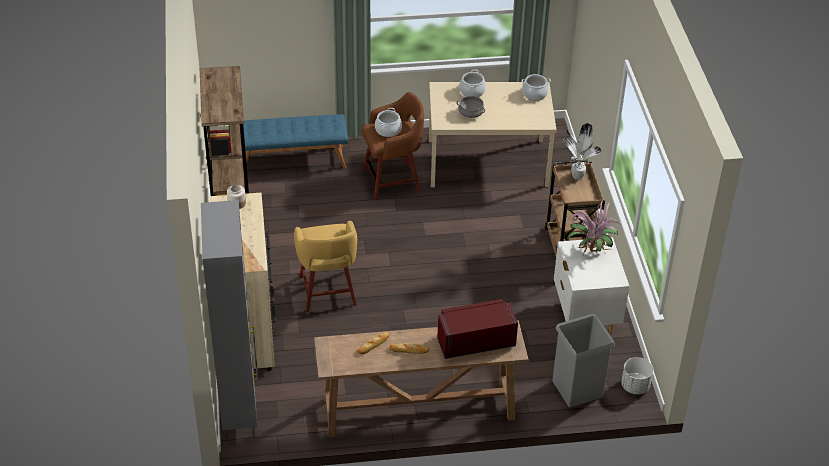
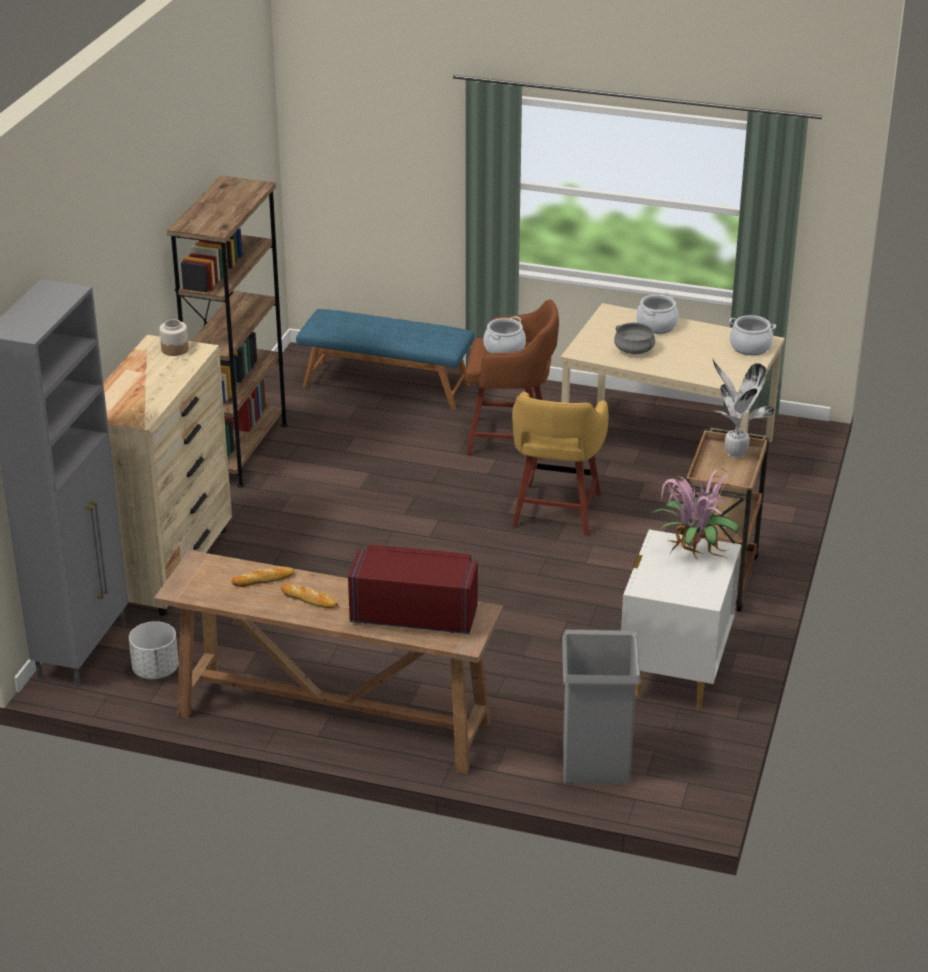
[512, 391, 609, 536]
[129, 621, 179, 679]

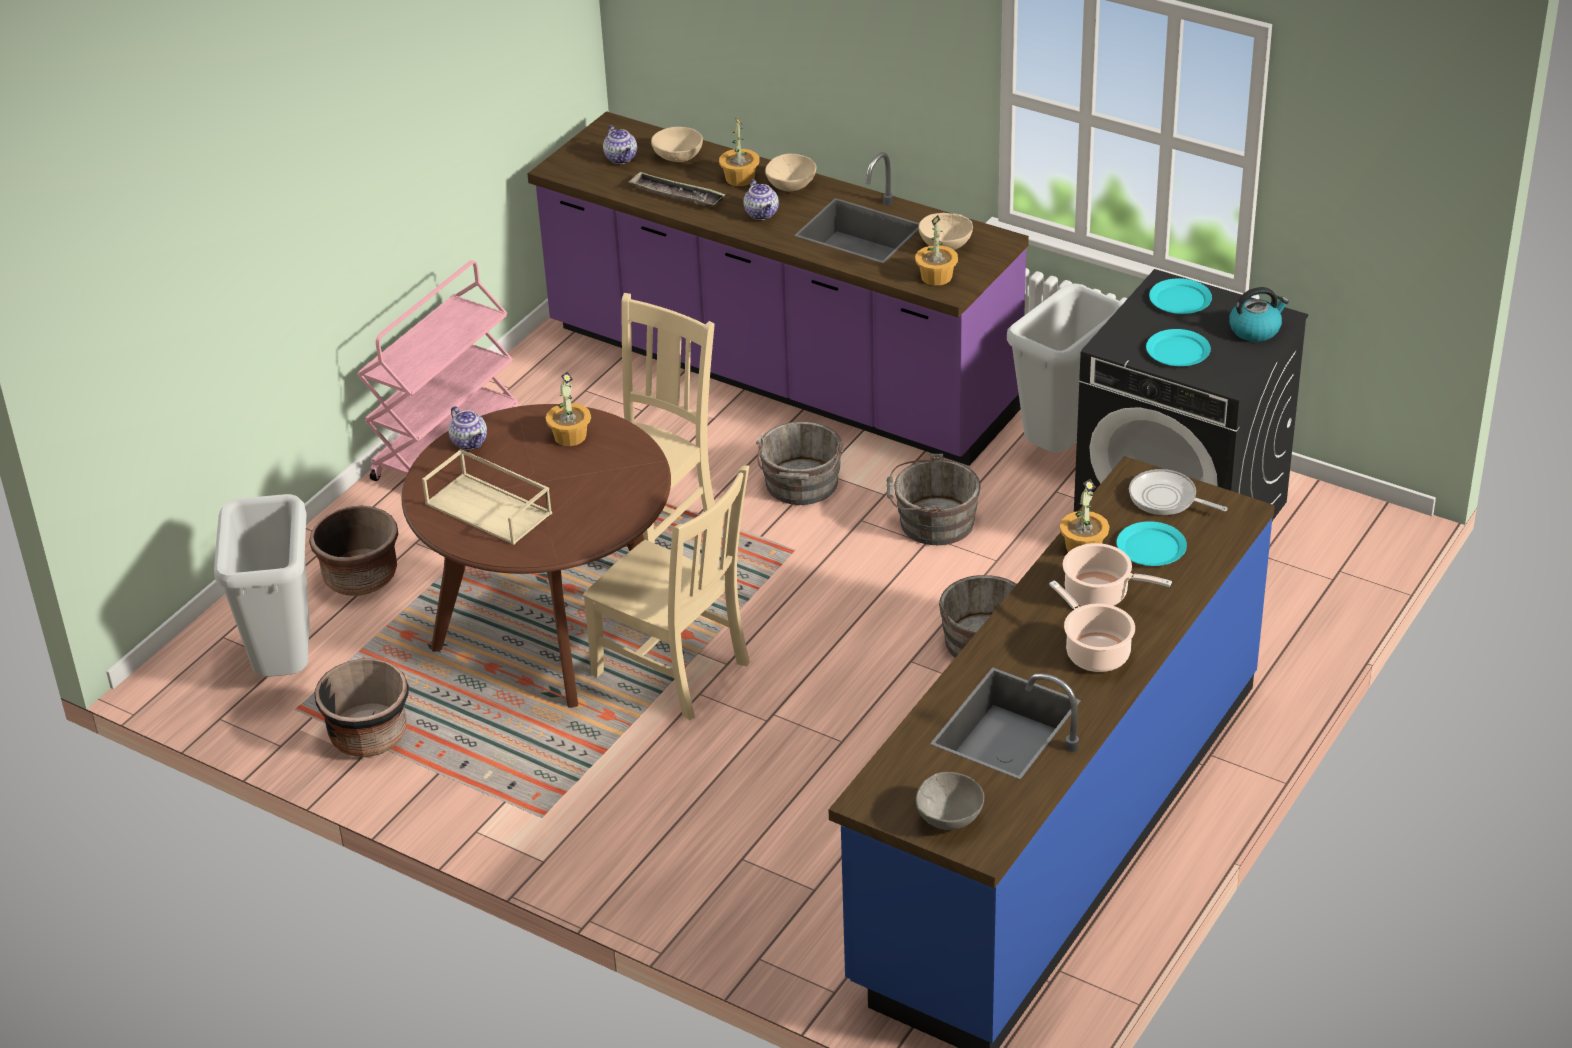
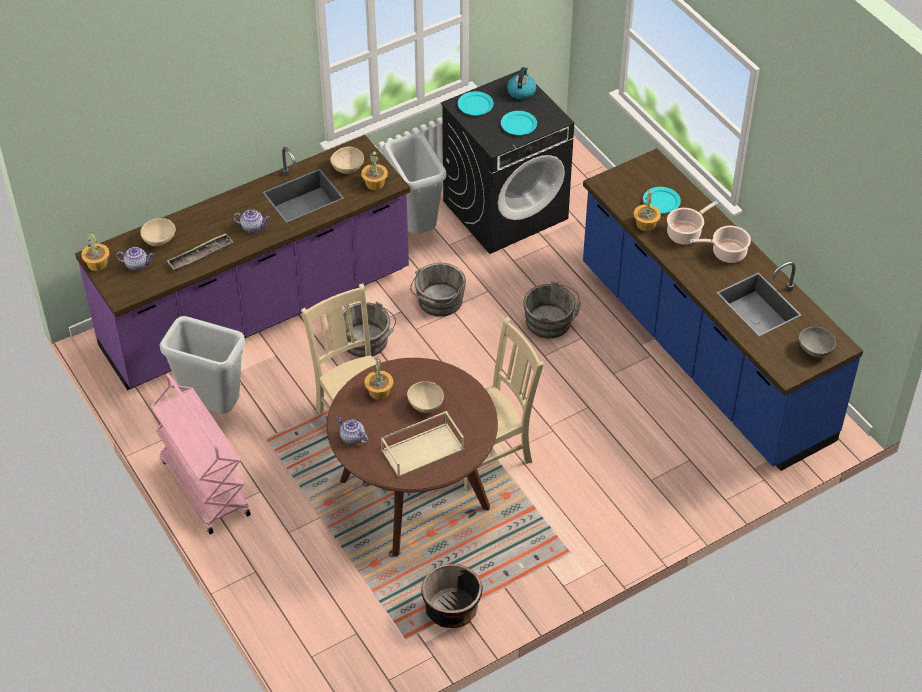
[81, 231, 110, 271]
[407, 381, 444, 413]
[336, 417, 368, 445]
[1129, 469, 1228, 515] (first image)
[160, 316, 245, 414]
[309, 506, 398, 596] (first image)

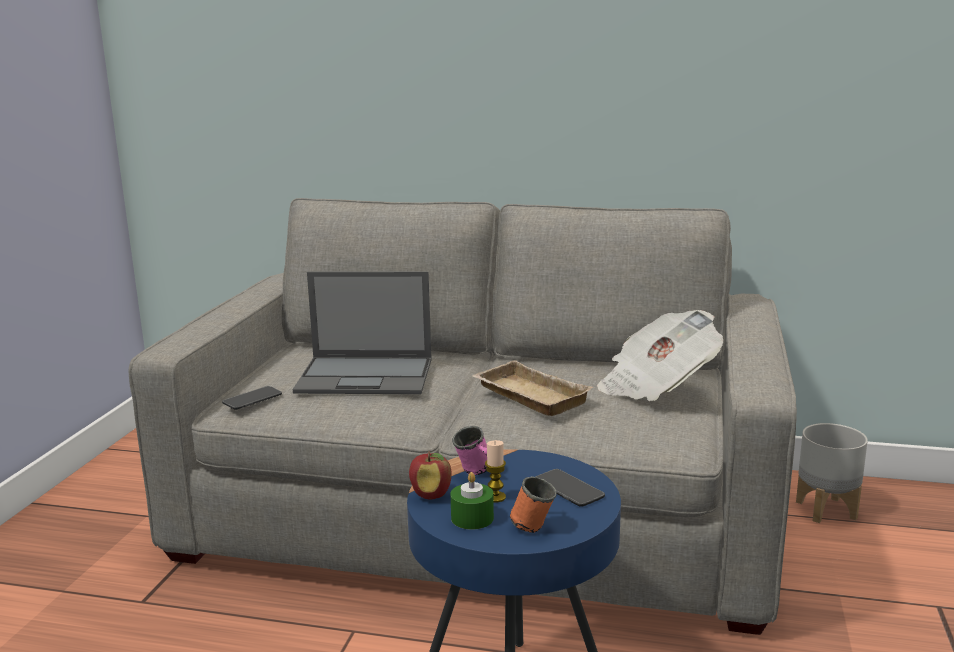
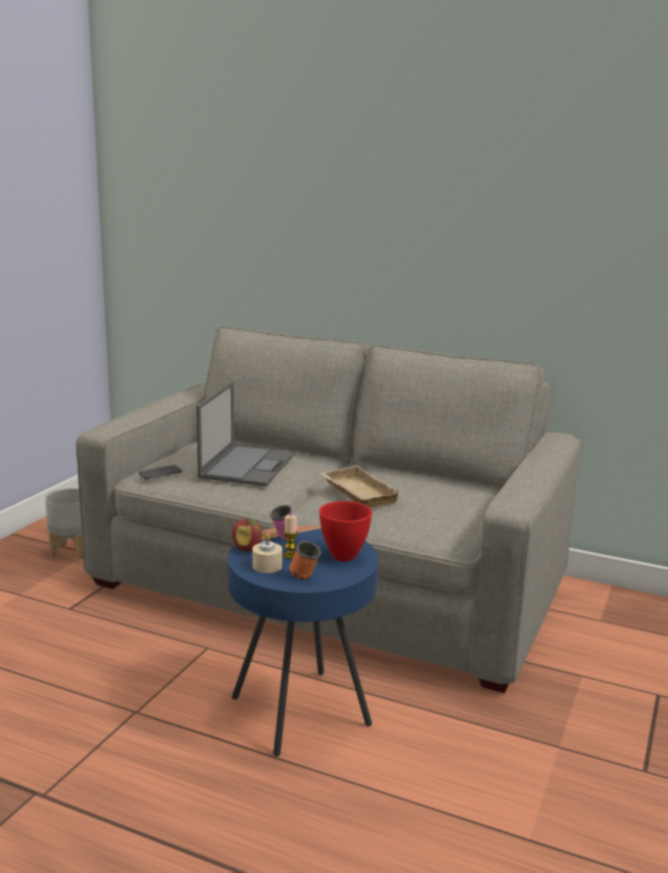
[196, 382, 295, 486]
[597, 310, 723, 401] (first image)
[45, 488, 83, 560]
[319, 501, 372, 561]
[252, 534, 282, 573]

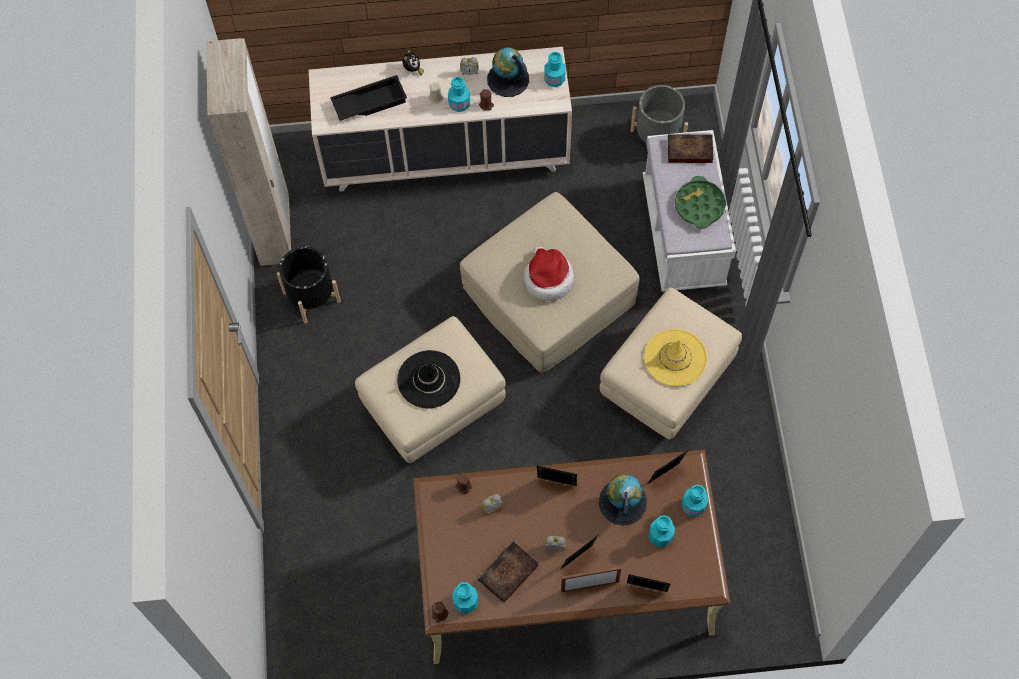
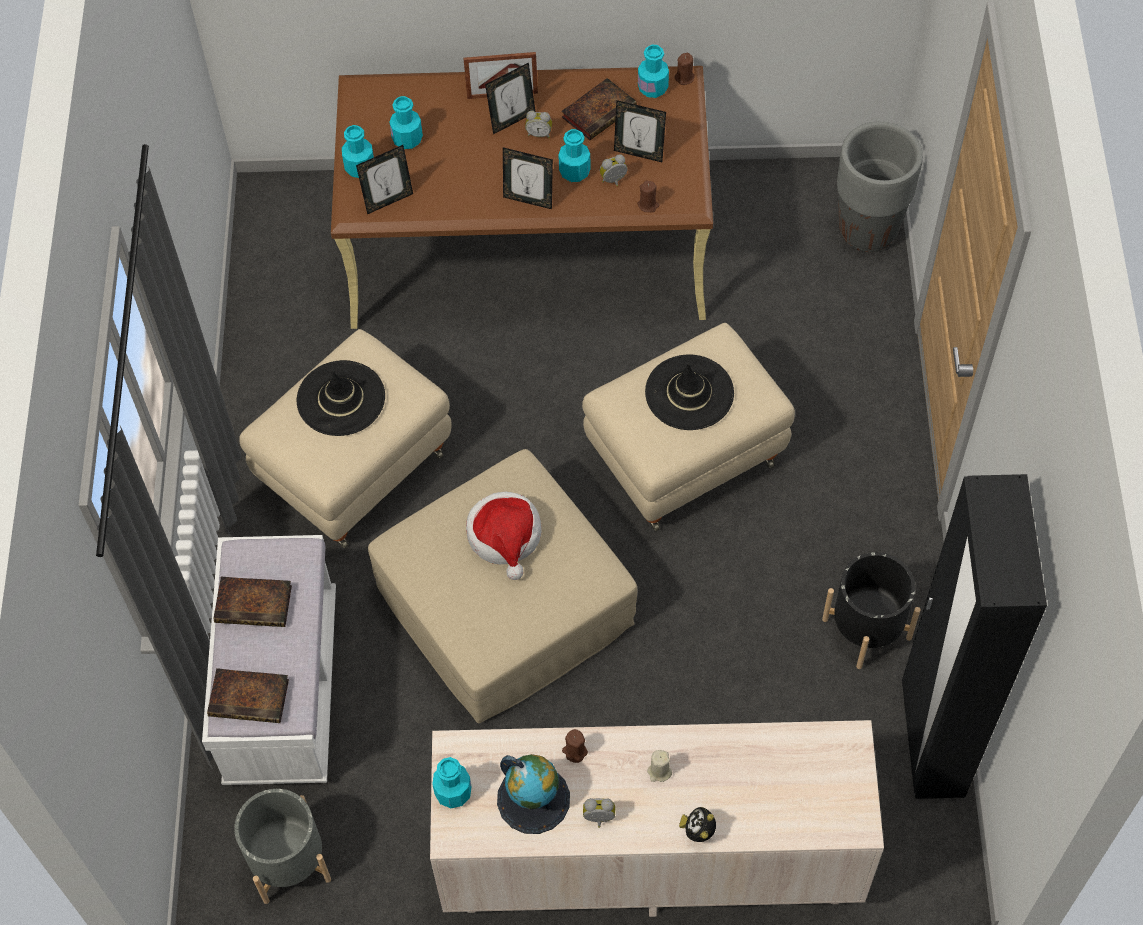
[902, 474, 1047, 799]
[330, 75, 407, 121] (first image)
[558, 129, 591, 182]
[214, 577, 292, 627]
[297, 360, 385, 436]
[599, 474, 647, 525] (first image)
[614, 100, 666, 162]
[837, 121, 923, 252]

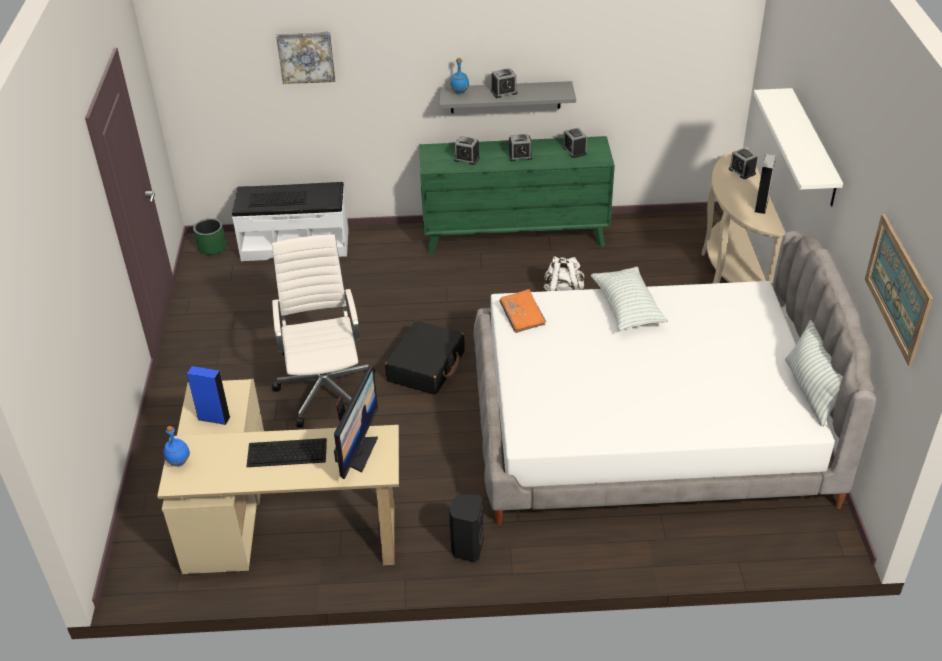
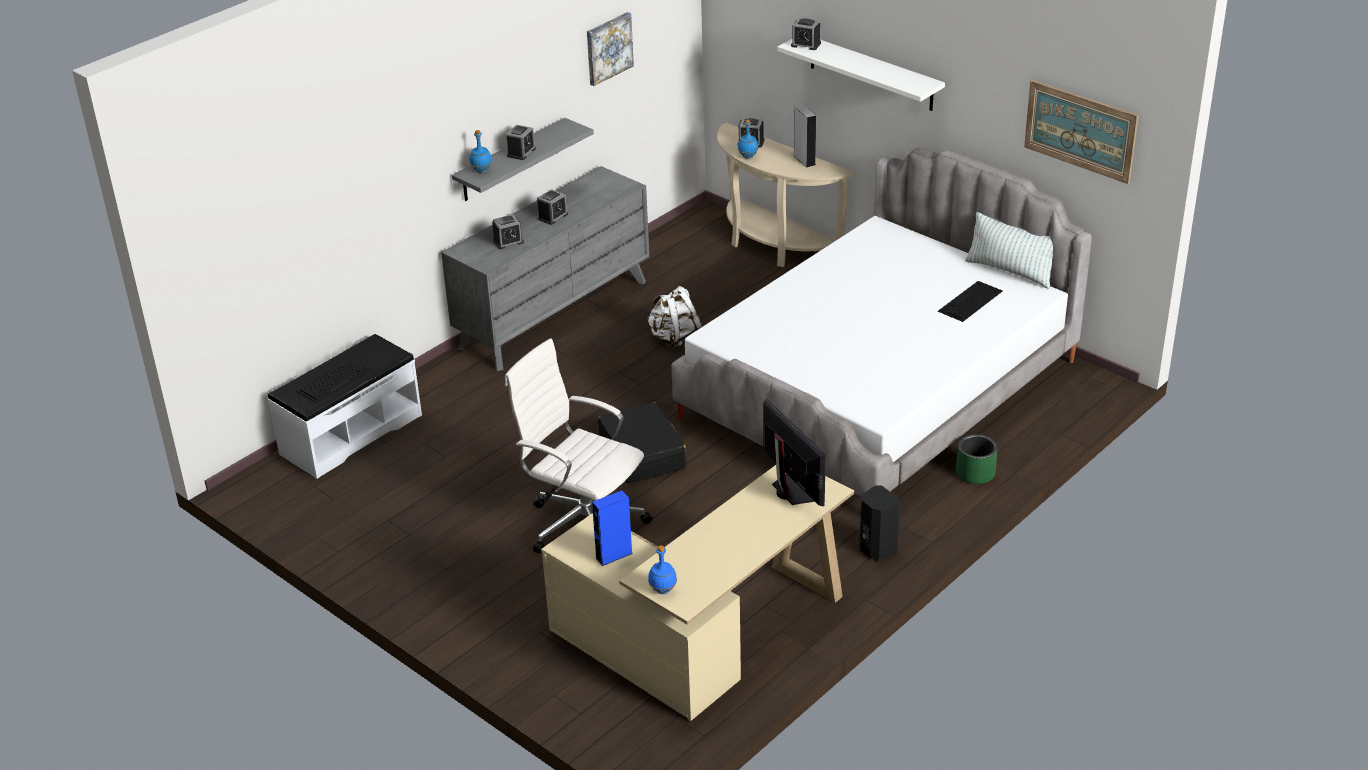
[587, 12, 634, 86]
[791, 18, 821, 50]
[441, 166, 649, 371]
[956, 434, 998, 484]
[591, 267, 668, 332] (first image)
[500, 289, 546, 333] (first image)
[938, 281, 1003, 322]
[738, 120, 758, 159]

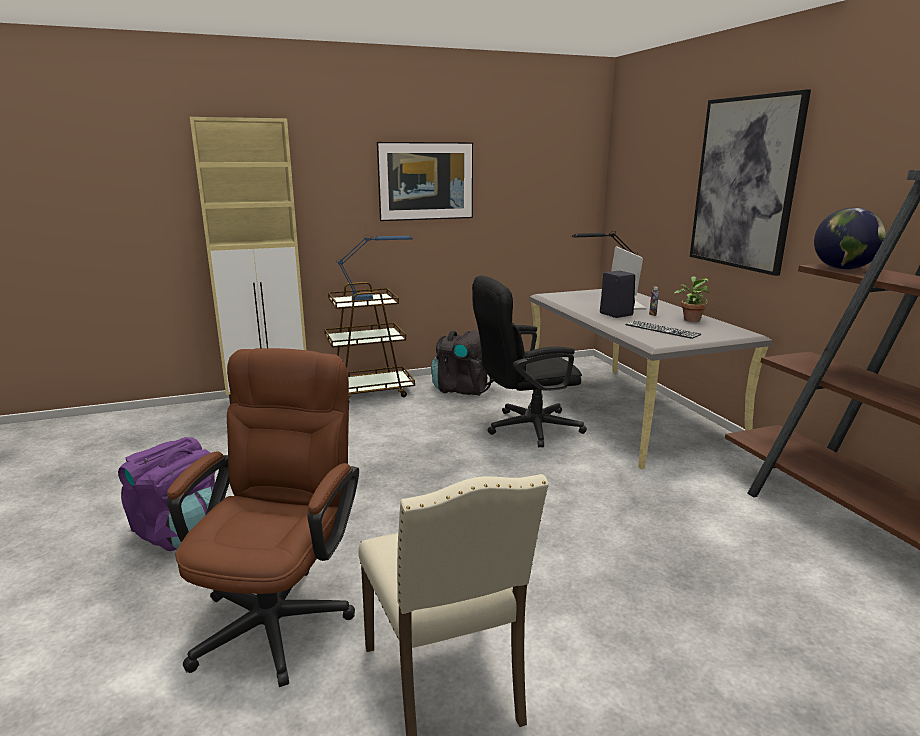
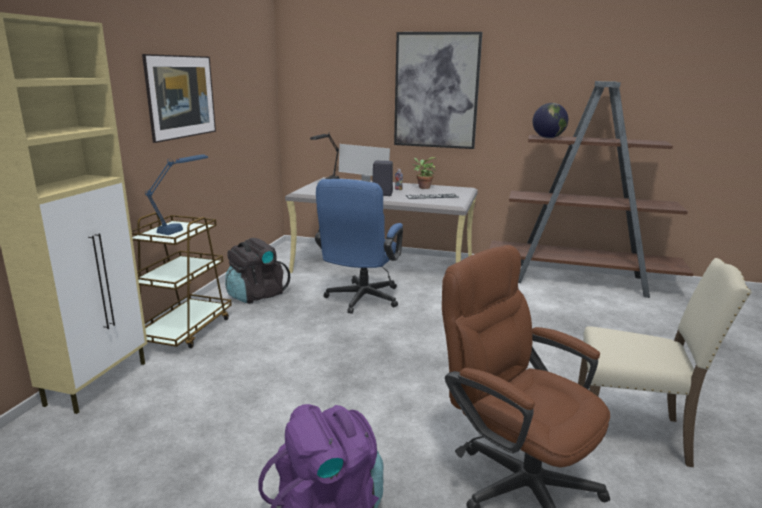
[315, 179, 403, 314]

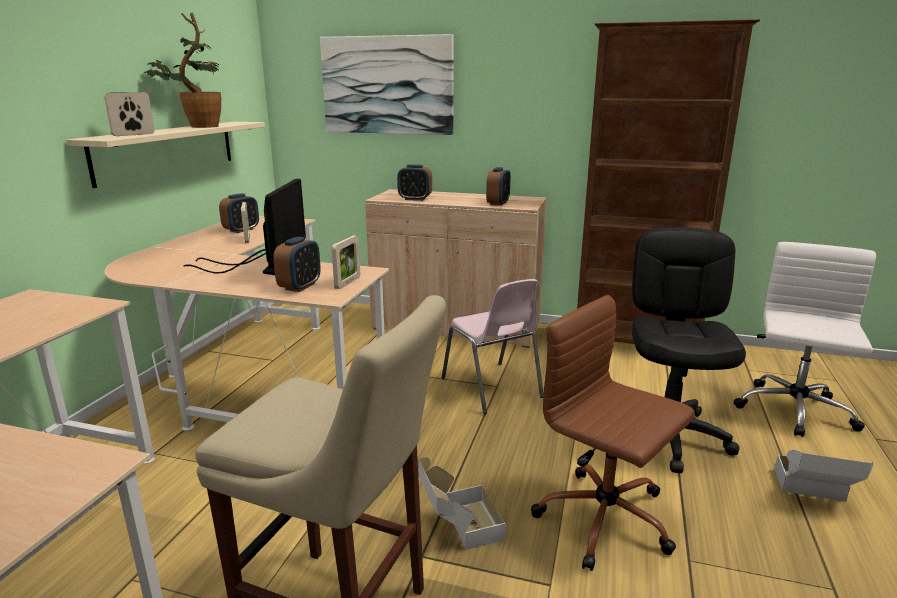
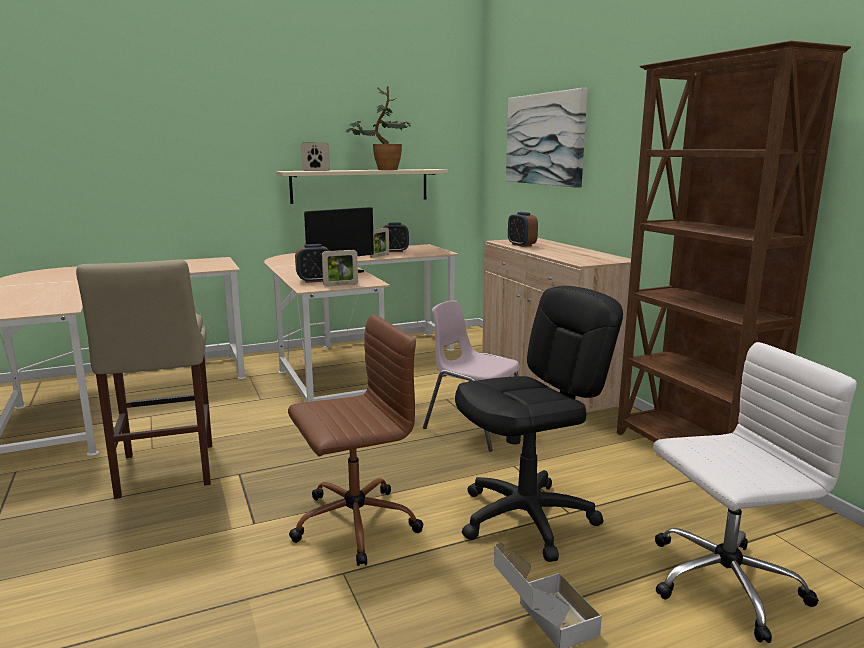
[486, 167, 511, 206] (first image)
[423, 300, 520, 451]
[288, 314, 423, 566]
[418, 457, 506, 550] (first image)

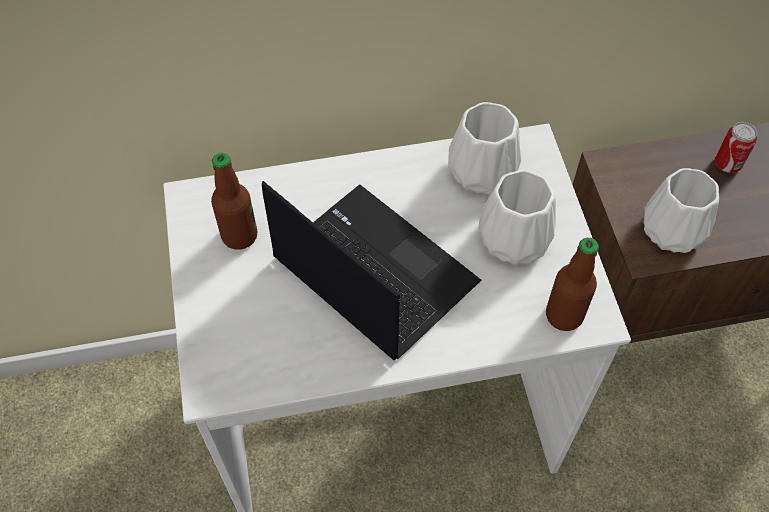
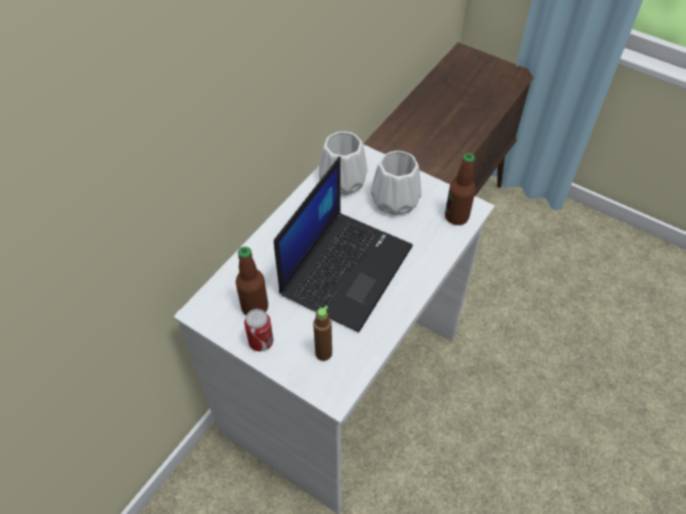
[244, 309, 273, 352]
[644, 168, 719, 253] (first image)
[274, 156, 413, 332]
[313, 306, 332, 361]

